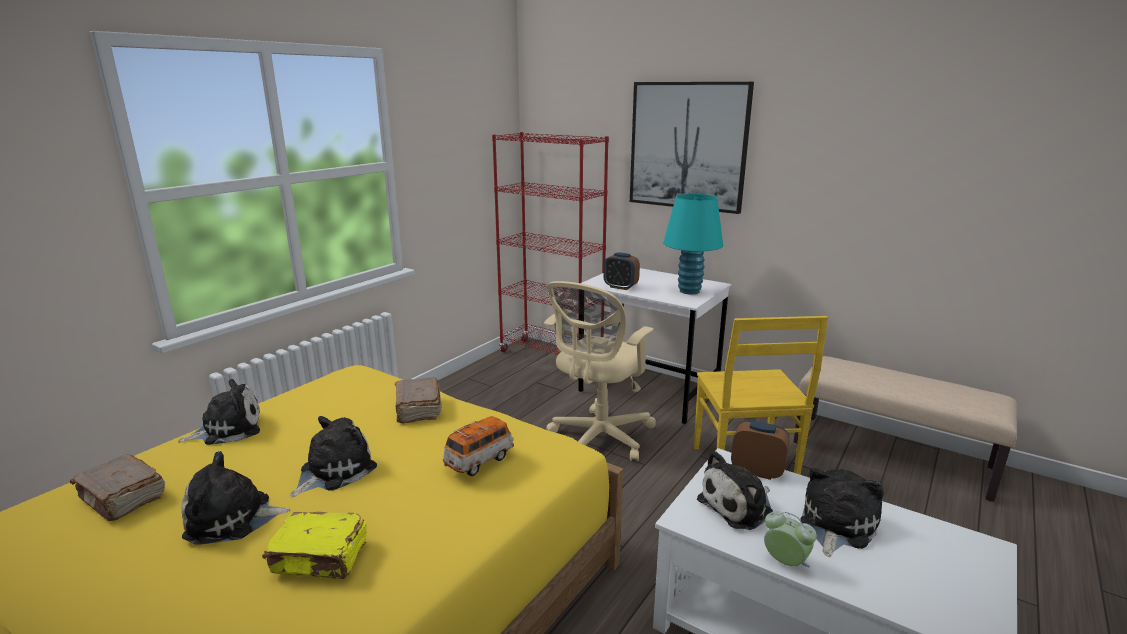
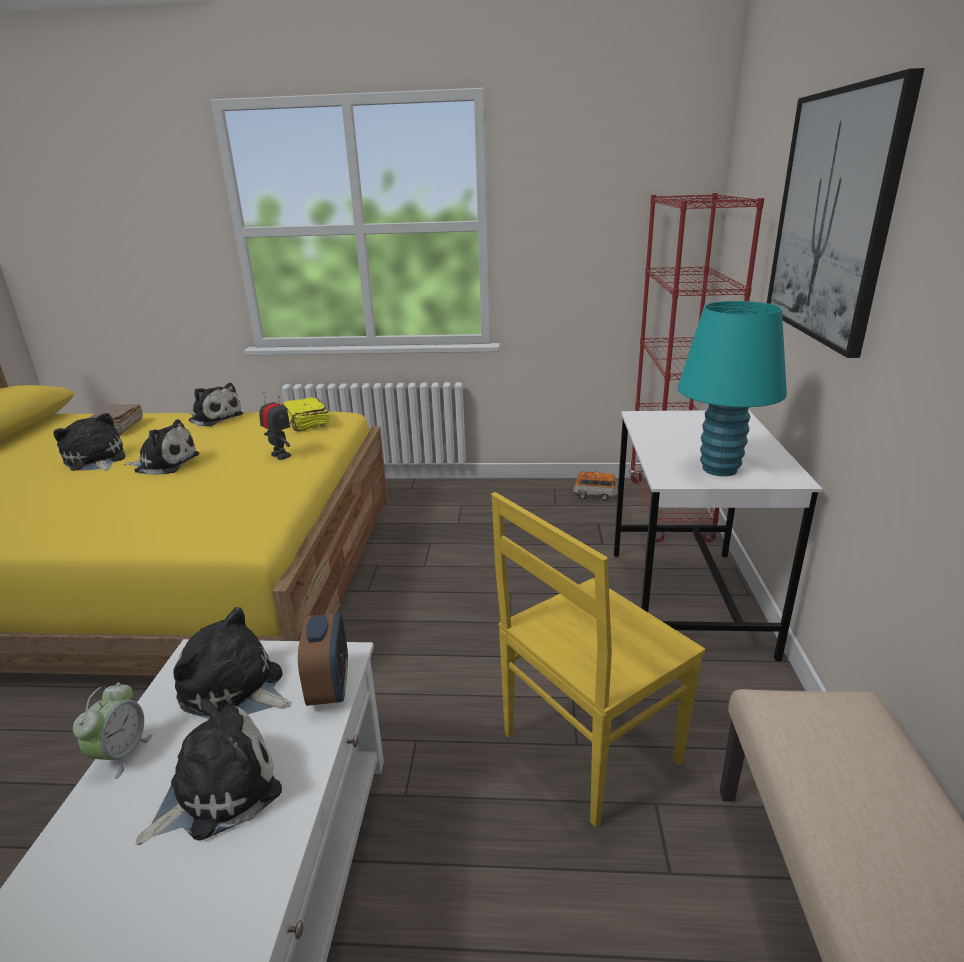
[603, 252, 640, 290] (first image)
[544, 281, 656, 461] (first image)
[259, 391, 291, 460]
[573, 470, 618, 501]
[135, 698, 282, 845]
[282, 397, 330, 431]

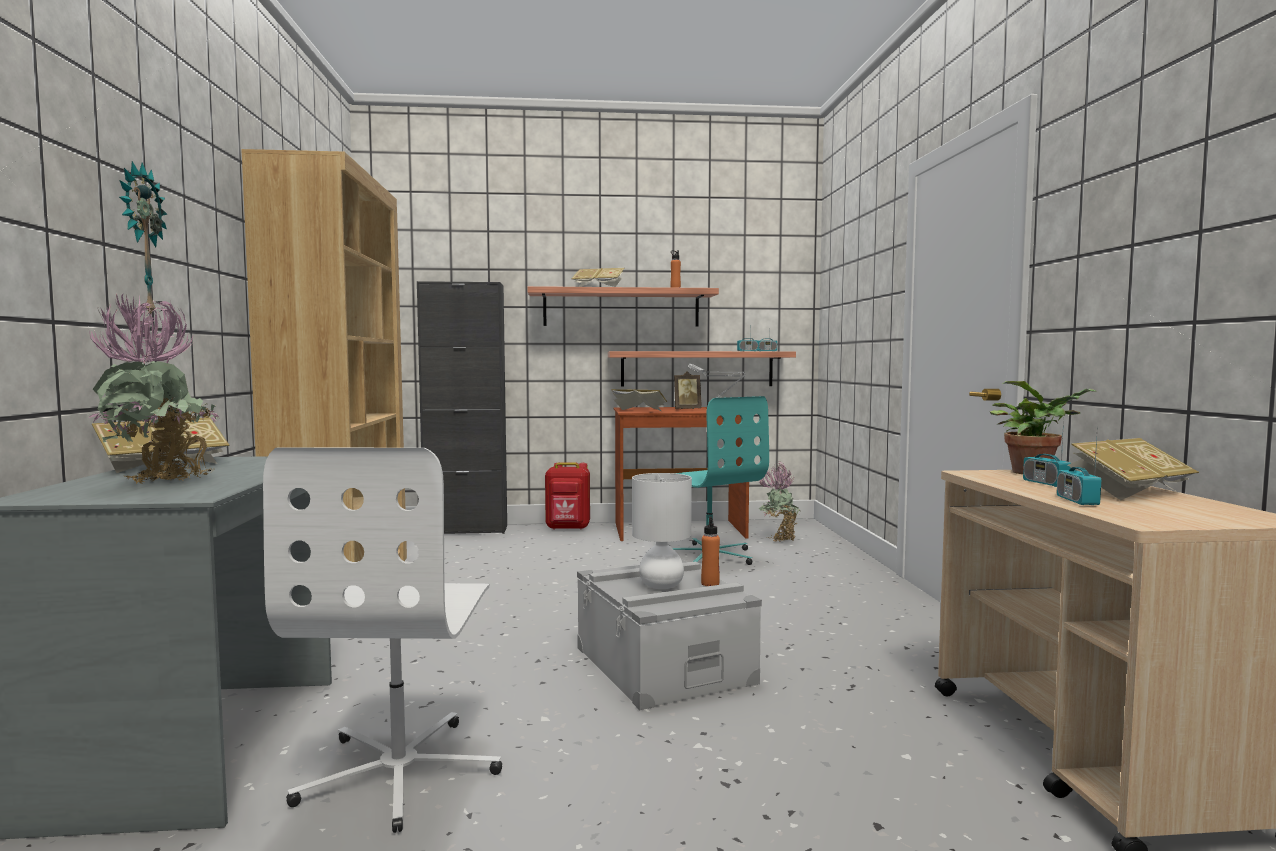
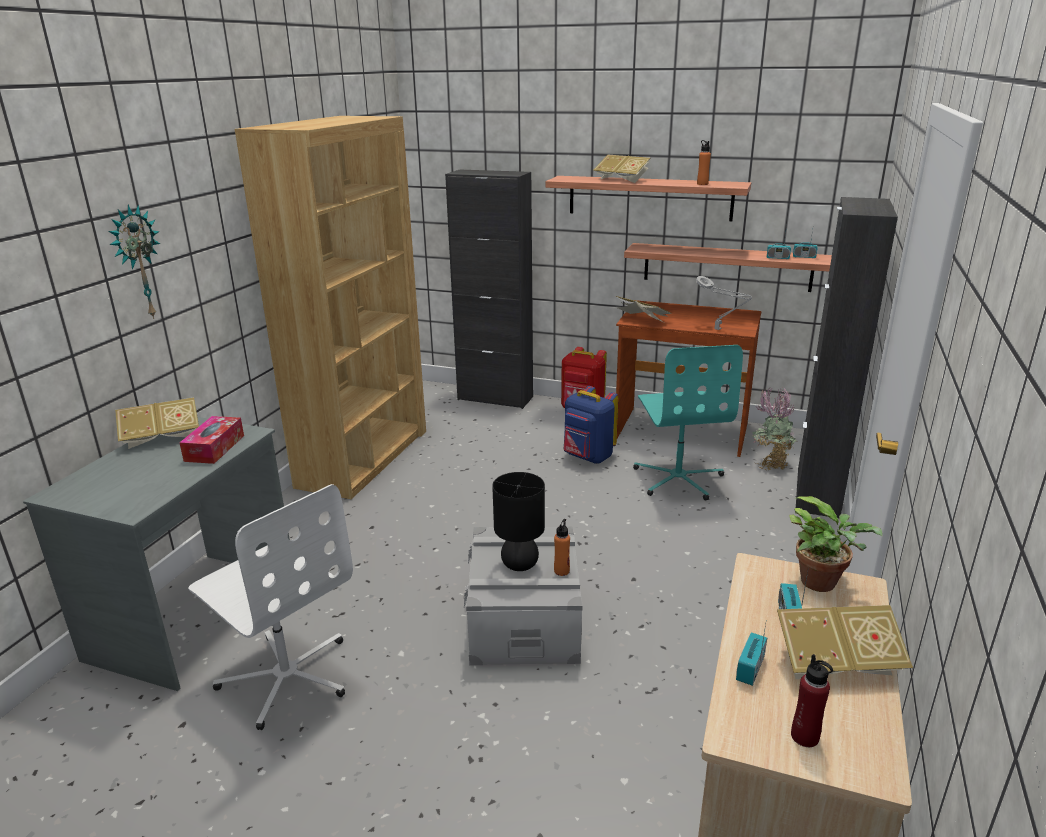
[88, 294, 220, 484] (first image)
[674, 372, 701, 409] (first image)
[188, 484, 353, 730]
[492, 472, 545, 571]
[796, 197, 898, 518]
[564, 386, 619, 464]
[179, 416, 244, 464]
[791, 654, 833, 747]

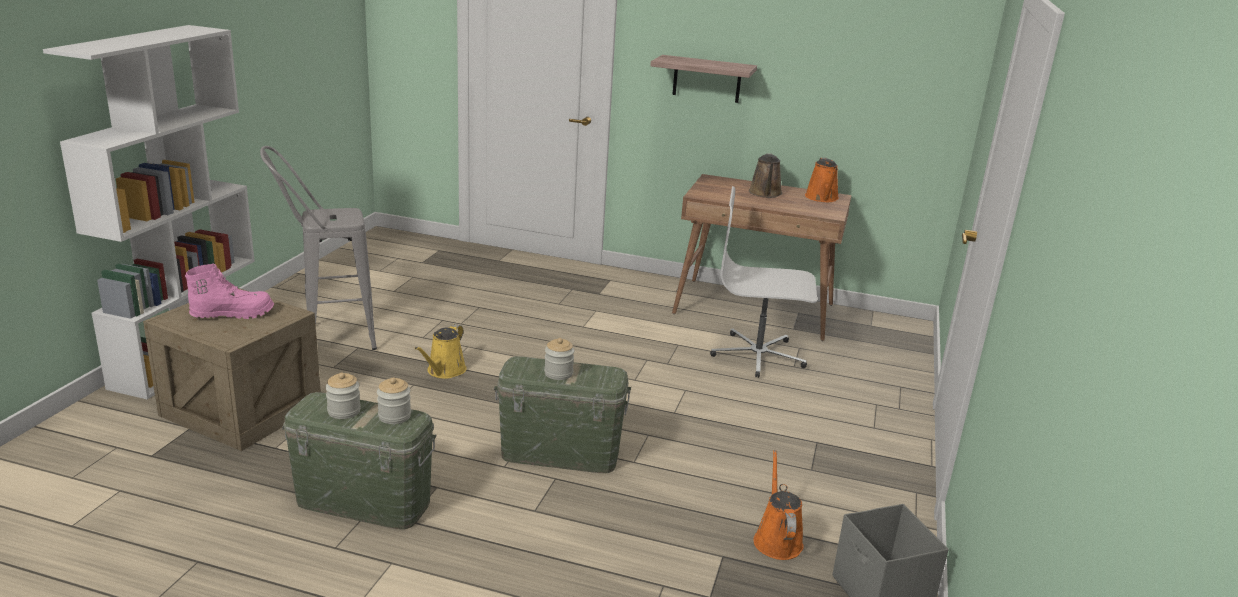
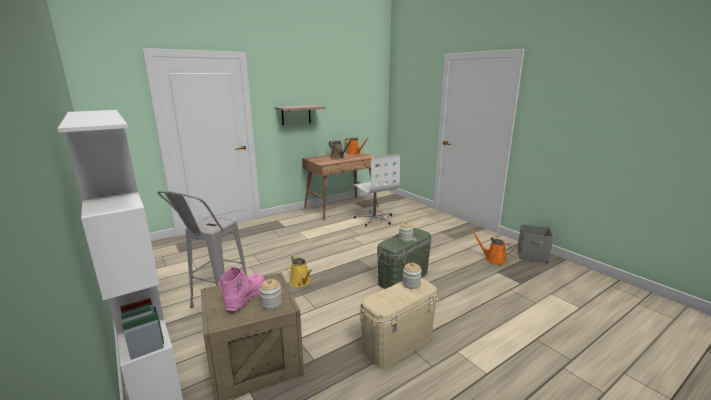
[353, 154, 400, 226]
[259, 279, 282, 310]
[359, 278, 438, 368]

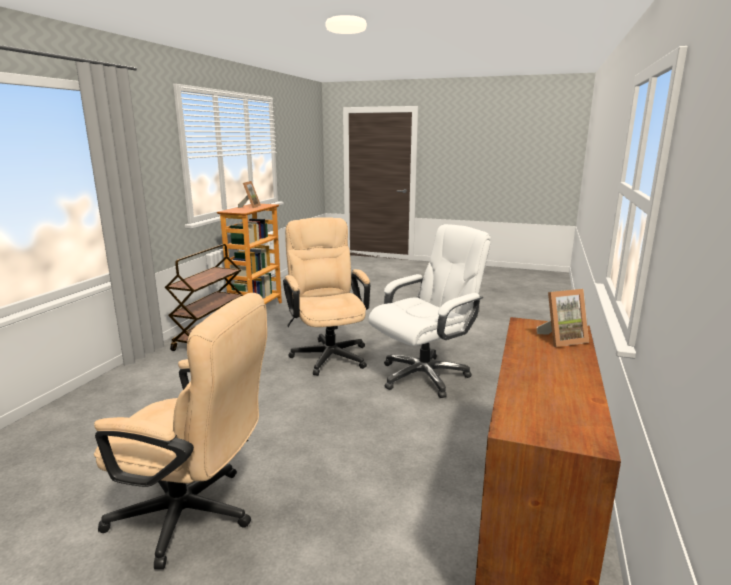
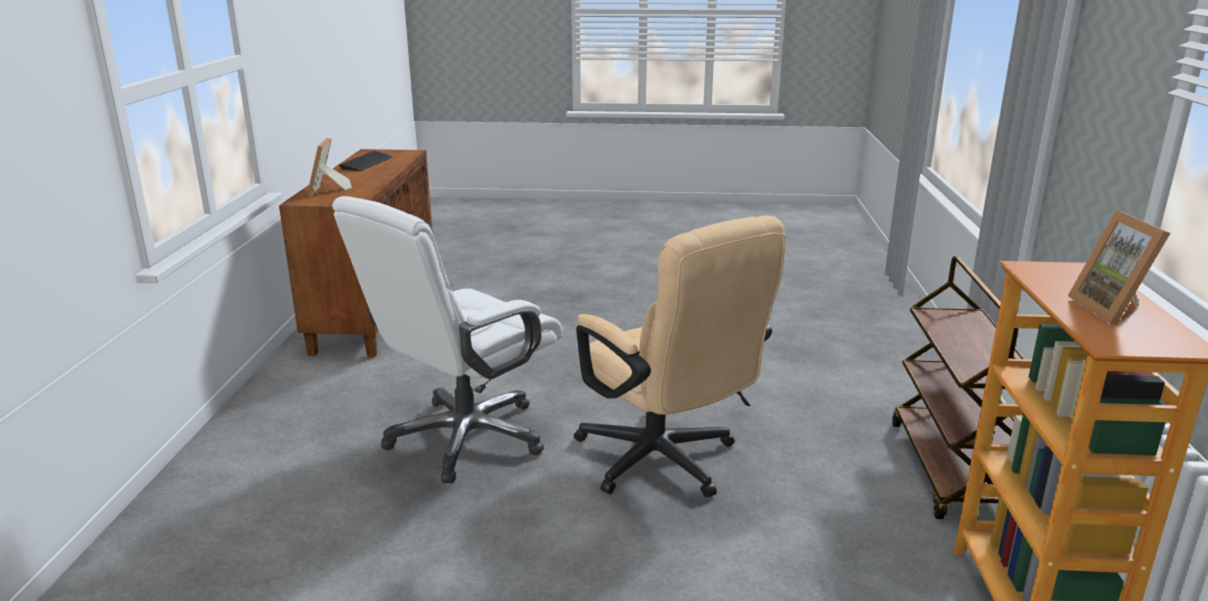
[307, 138, 352, 196]
[94, 293, 267, 569] (first image)
[339, 151, 392, 171]

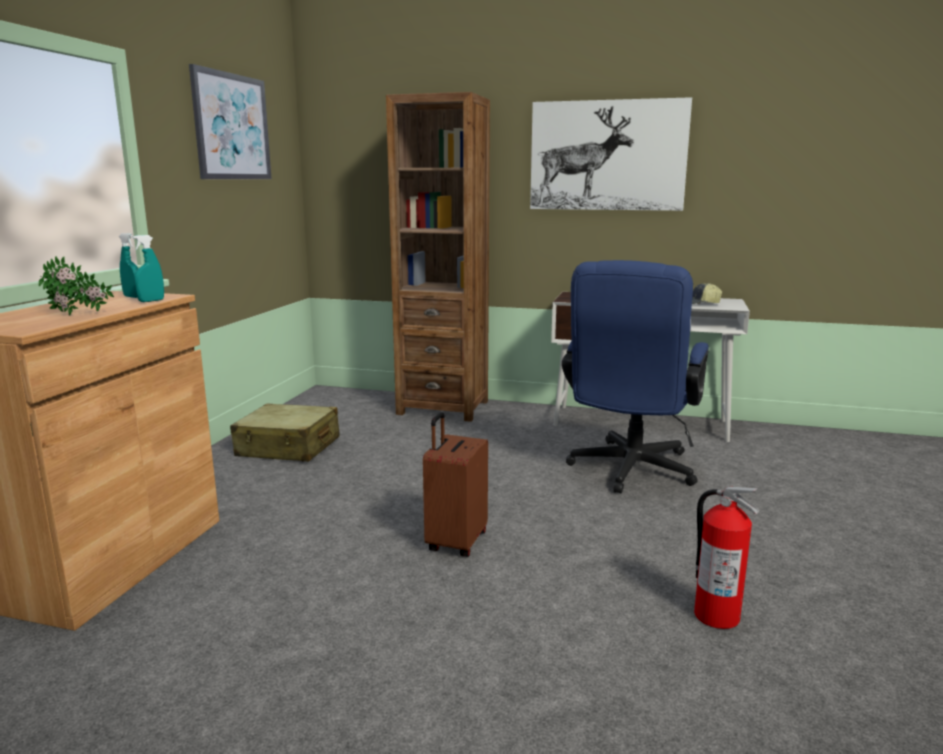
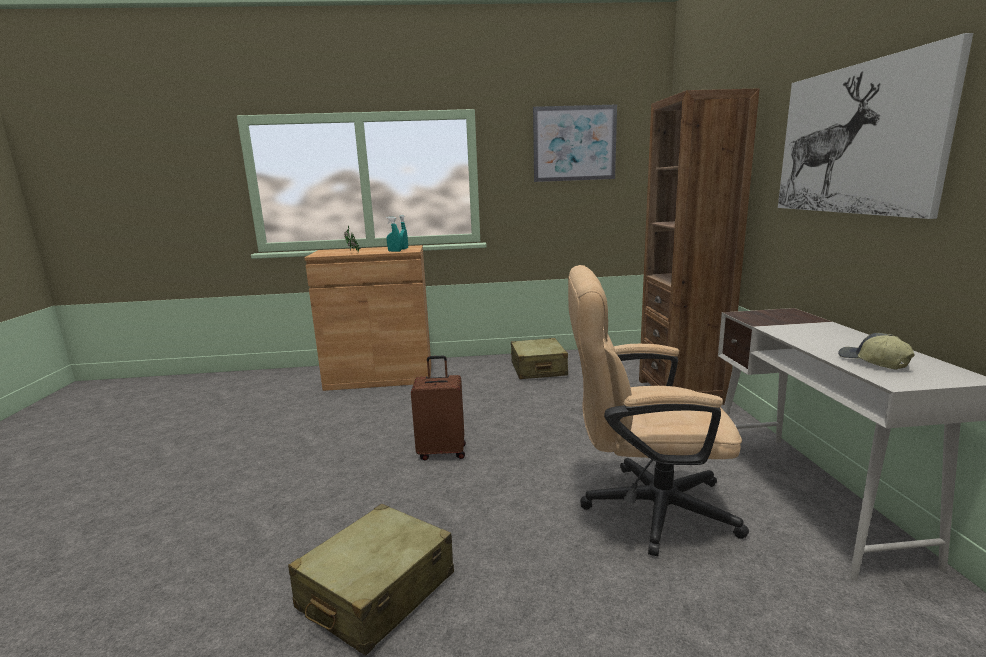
[568, 265, 749, 556]
[288, 504, 454, 655]

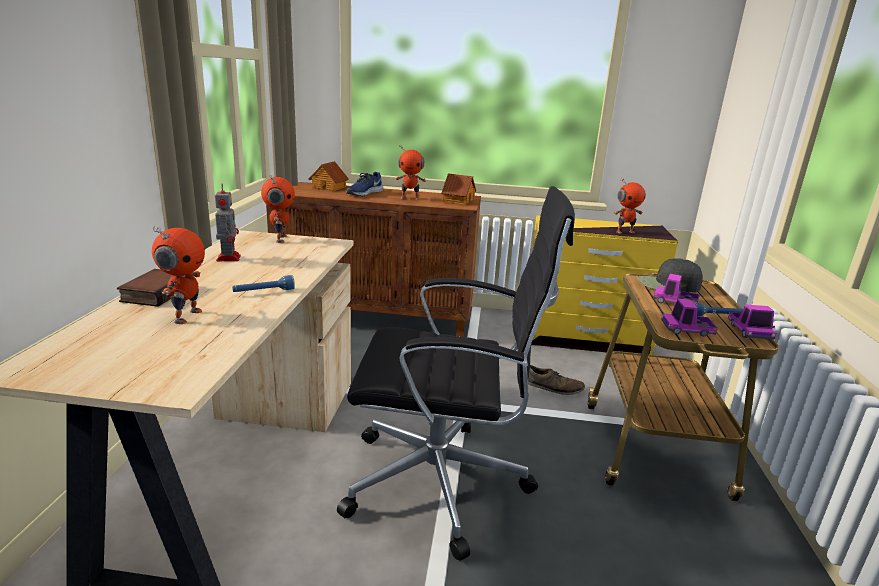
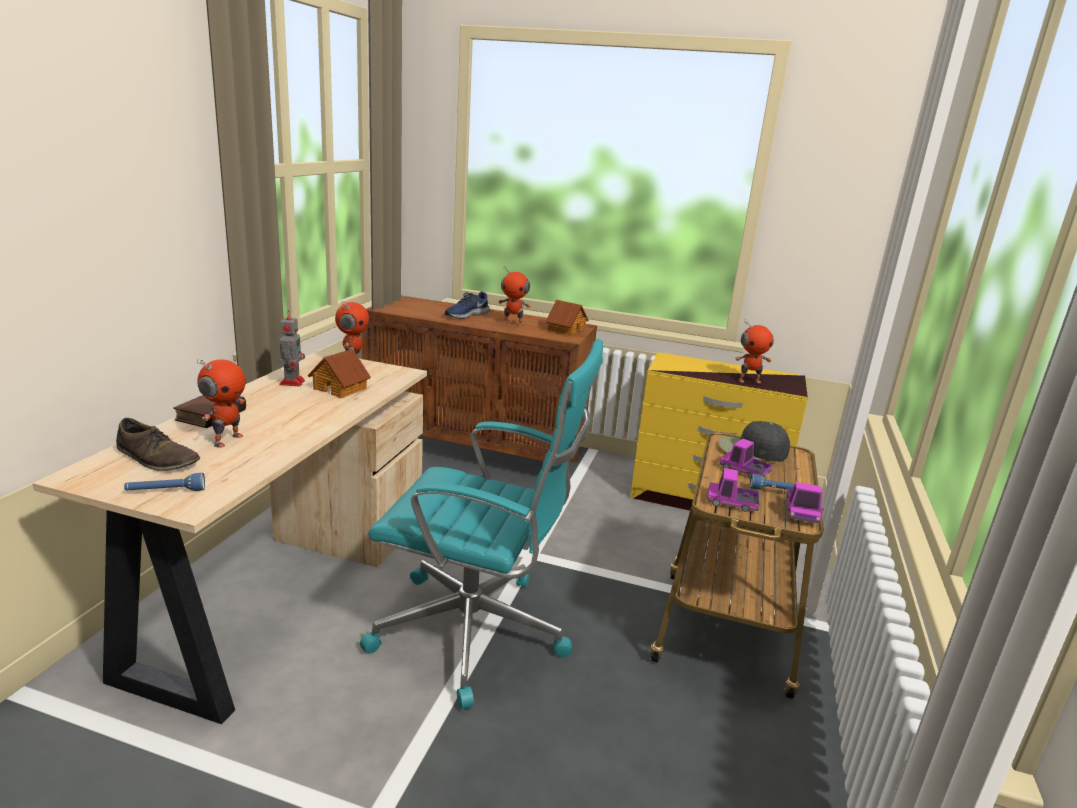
[307, 349, 371, 398]
[360, 339, 603, 709]
[124, 473, 205, 491]
[116, 418, 200, 471]

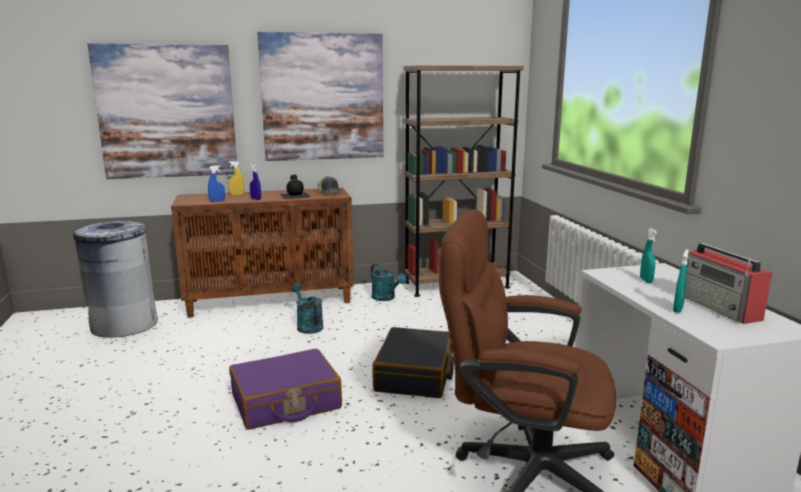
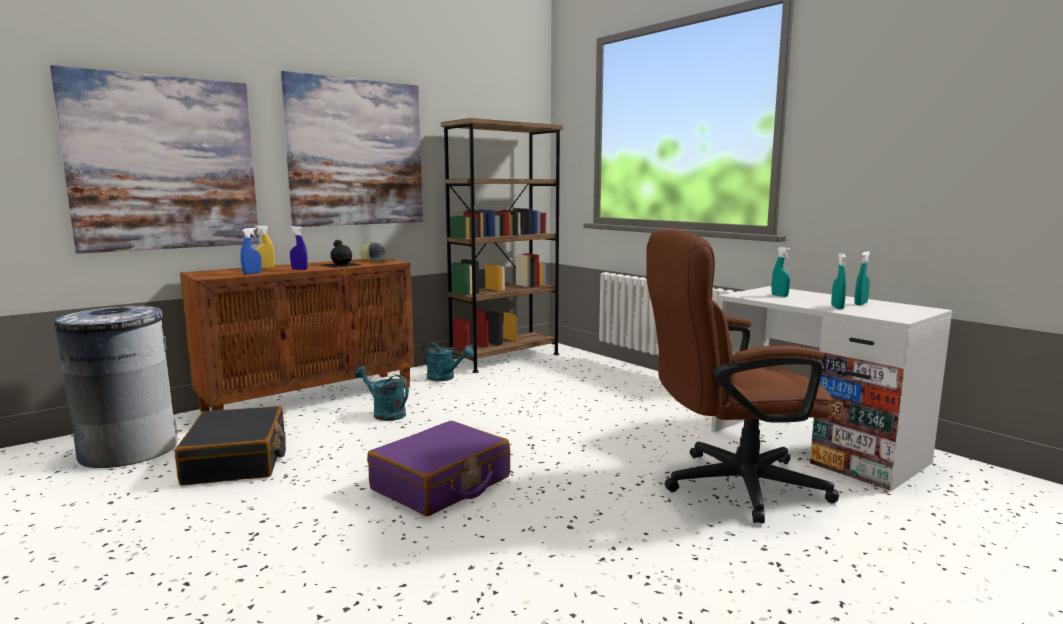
[855, 251, 870, 305]
[175, 406, 286, 486]

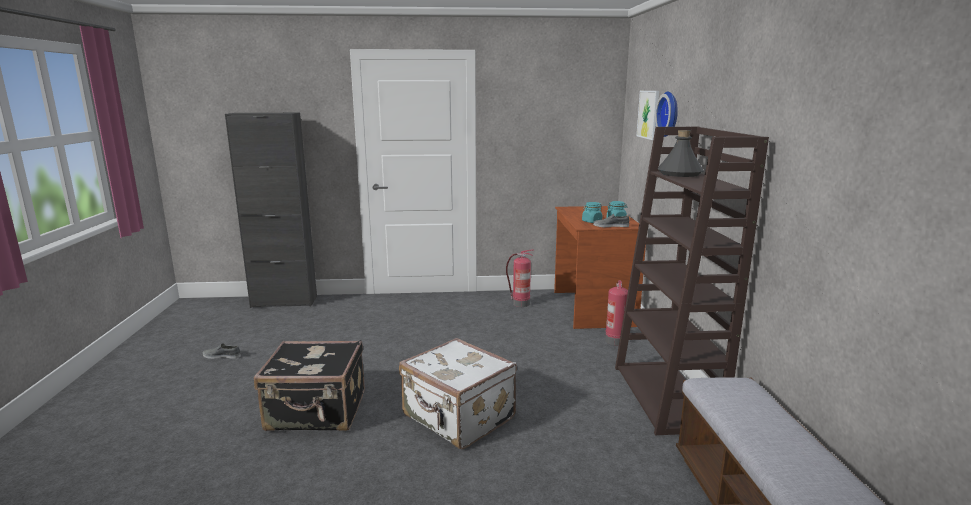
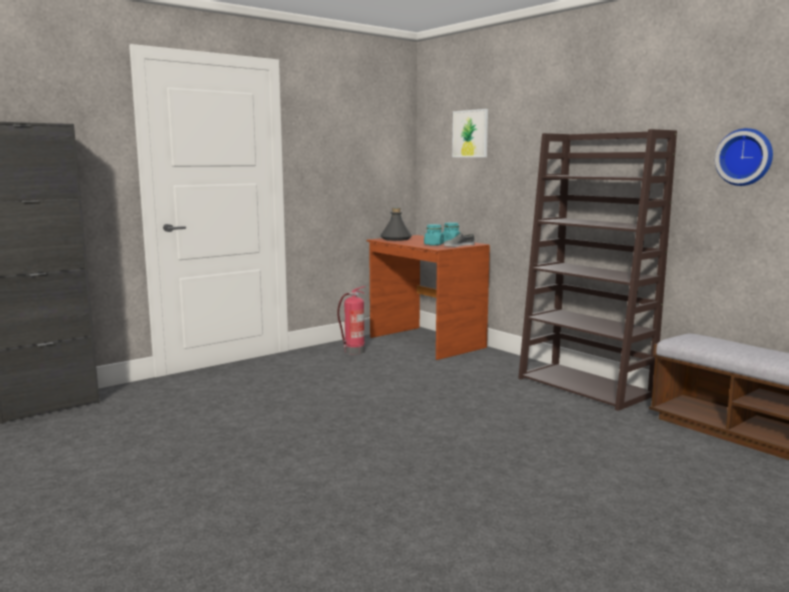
[715, 128, 773, 186]
[380, 208, 412, 241]
[605, 280, 628, 346] (first image)
[399, 338, 517, 449] (first image)
[254, 340, 365, 431] (first image)
[203, 344, 241, 359] (first image)

